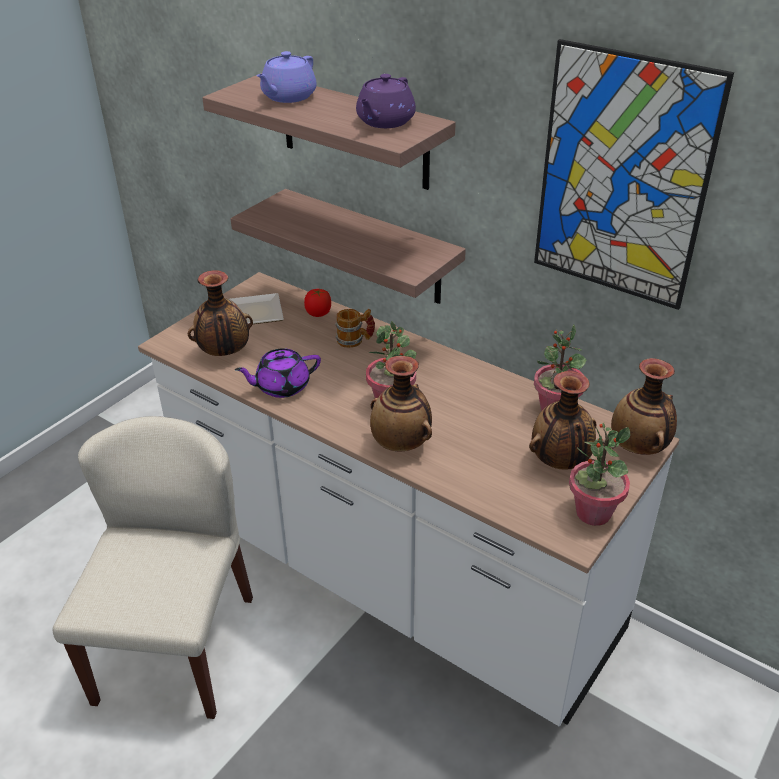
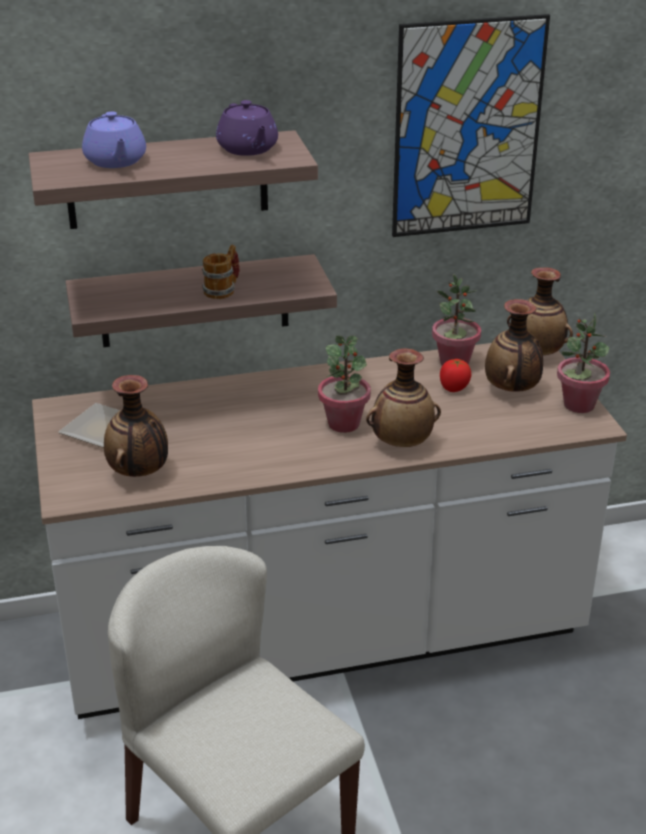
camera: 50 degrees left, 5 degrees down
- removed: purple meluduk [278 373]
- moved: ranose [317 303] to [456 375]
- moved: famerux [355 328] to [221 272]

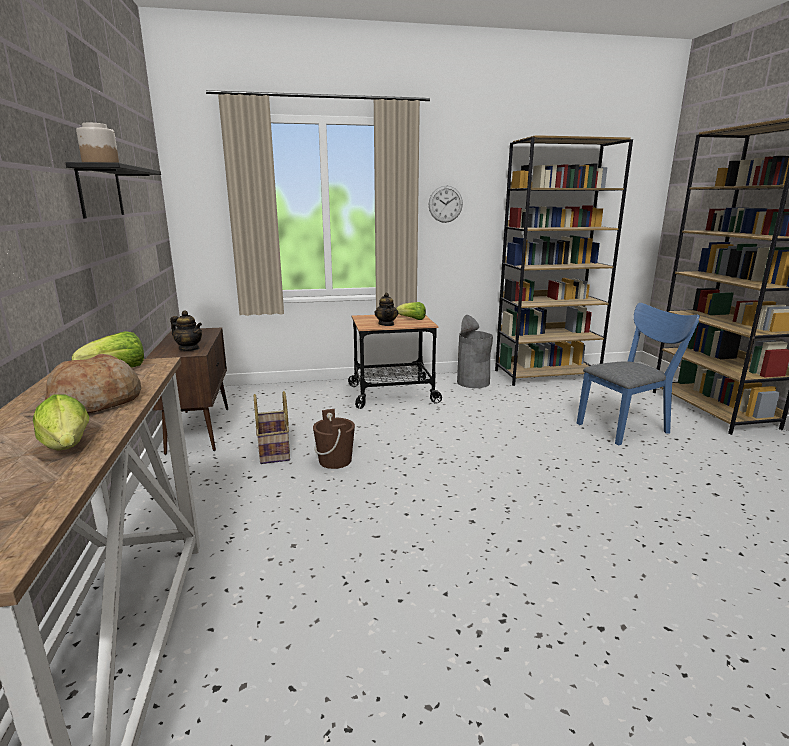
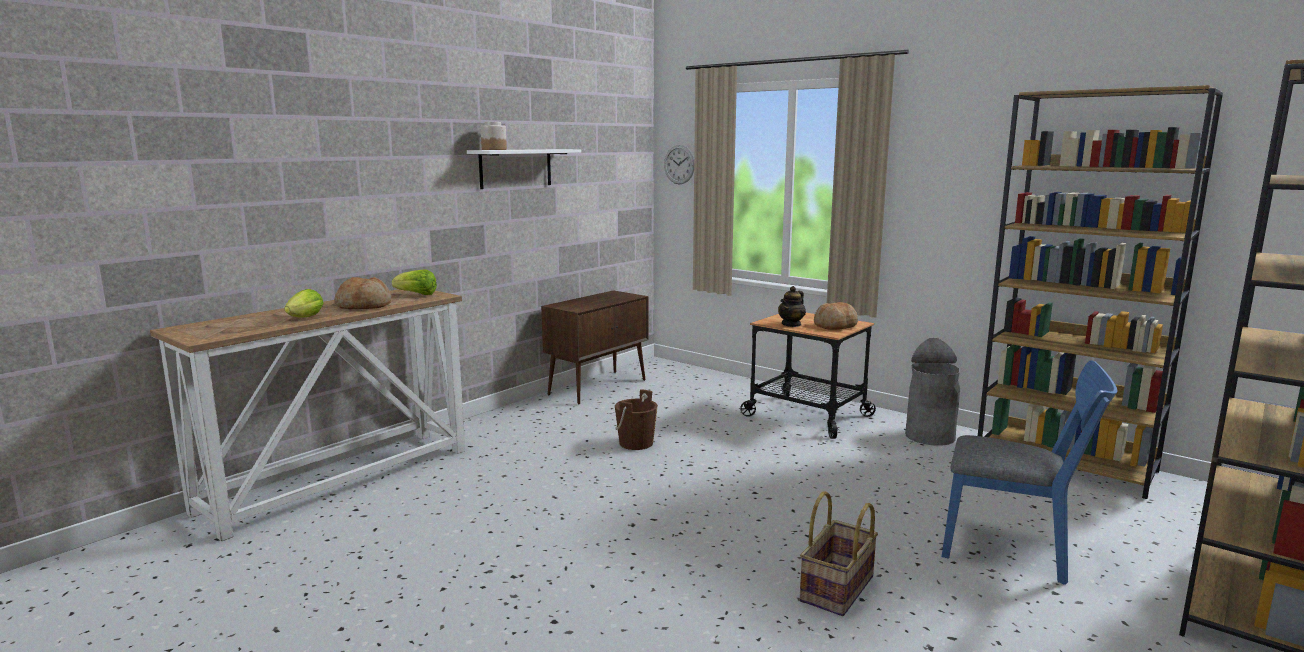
camera: 50 degrees right, 5 degrees down
- recoloured: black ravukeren [113 190] to white ravukeren [524 169]
- removed: meluduk [186 331]
- moved: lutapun [271 427] to [839 553]
- replaced: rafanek [411 311] to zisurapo [836 316]
- moved: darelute [445 204] to [679 164]

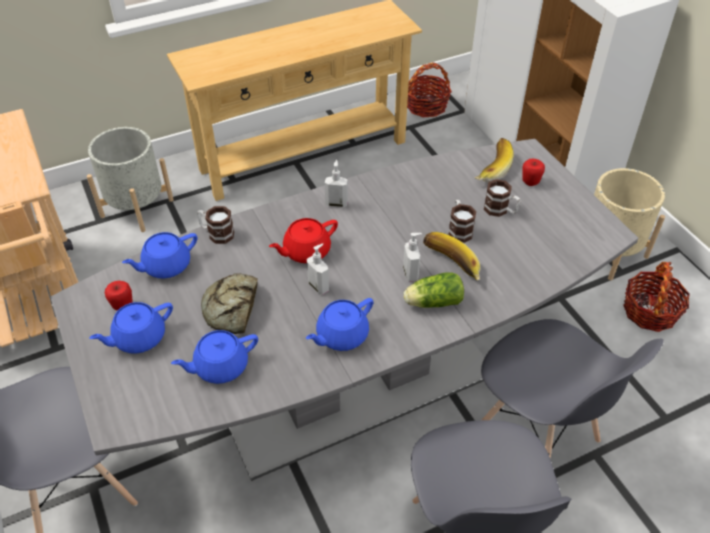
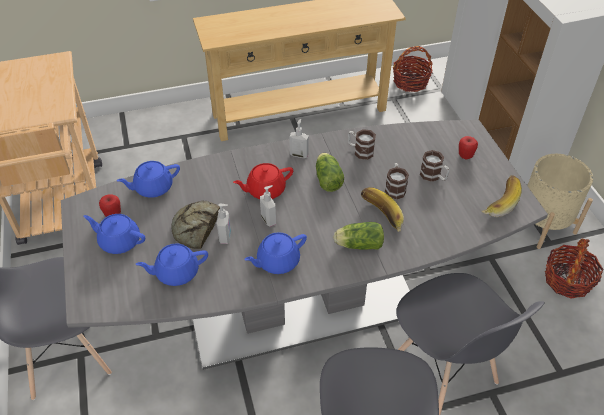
camera: 10 degrees right, 0 degrees up
- removed: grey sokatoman [130 179]
- turned: blue meluduk [131 328] = [114 234] 45 degrees clockwise
- moved: famerux [215 225] to [362 144]
- moved: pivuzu [412 257] to [224 224]
- moved: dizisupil [494 160] to [502 196]
- added: rafanek [330 172]

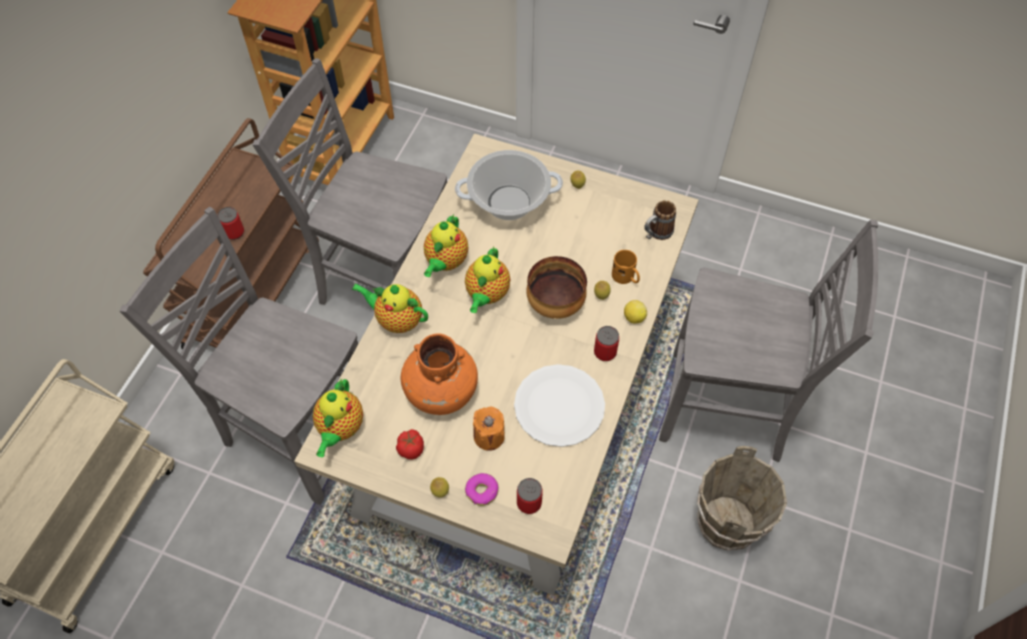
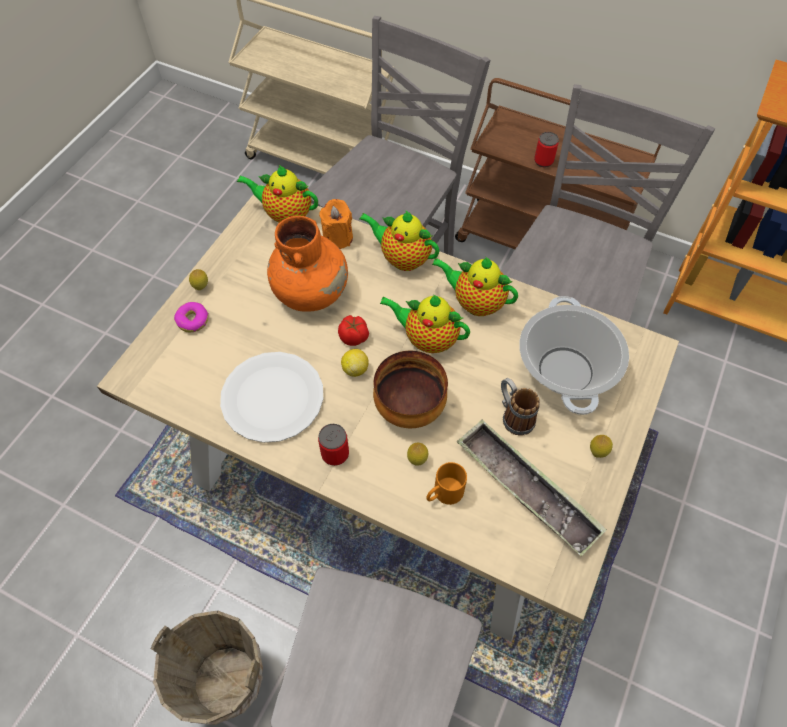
camera: 95 degrees right, 0 degrees up
- turned: meluduk [389 308] = [399 241] 90 degrees counterclockwise
- moved: ranose [410 444] to [353 330]
- moved: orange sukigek [489 429] to [336 224]
- removed: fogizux [530 496]
- moved: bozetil [635 312] to [355 363]
- moved: famerux [660 220] to [520 407]
- added: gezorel [532 487]

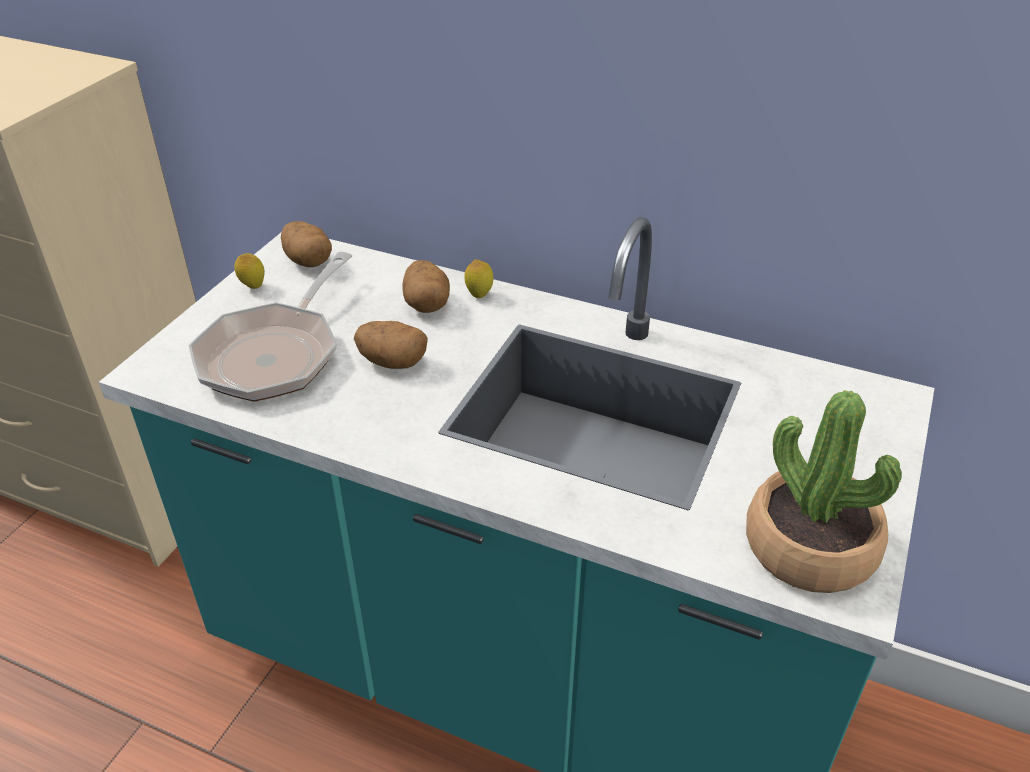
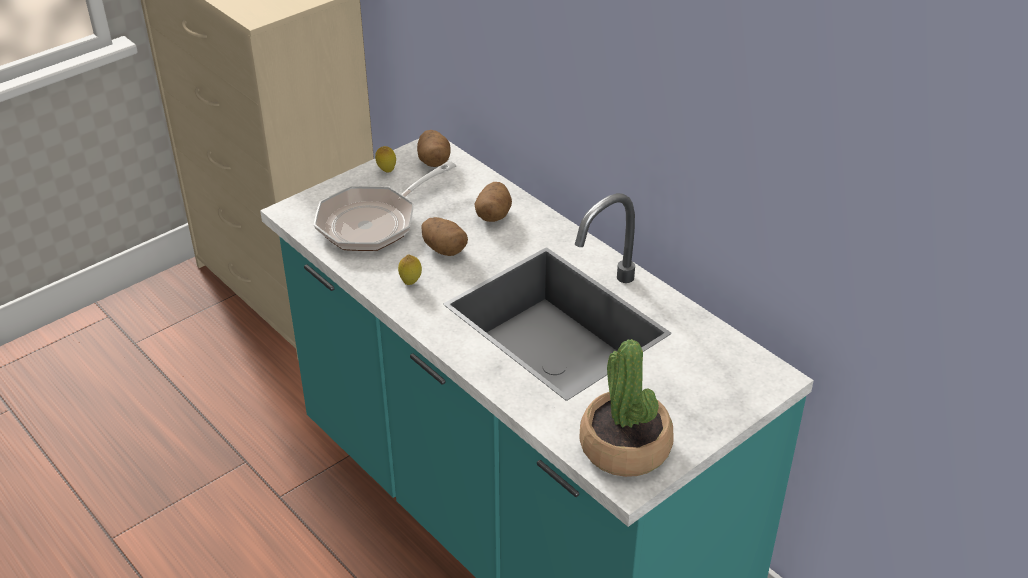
camera: 25 degrees right, 0 degrees up
- moved: bozetil [478 278] to [410 269]

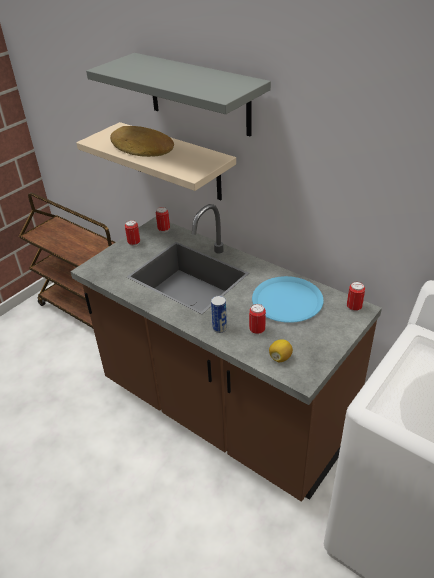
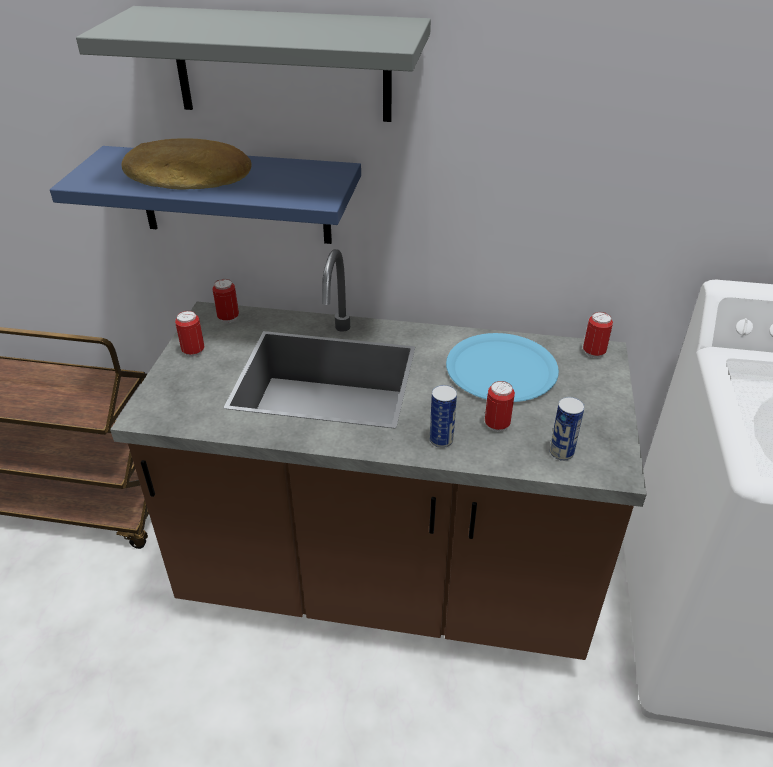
camera: 30 degrees left, 0 degrees up
- recoloured: beige ravukeren [156 161] to blue ravukeren [205 195]
- replaced: bozetil [281 350] to fogizux [567 429]

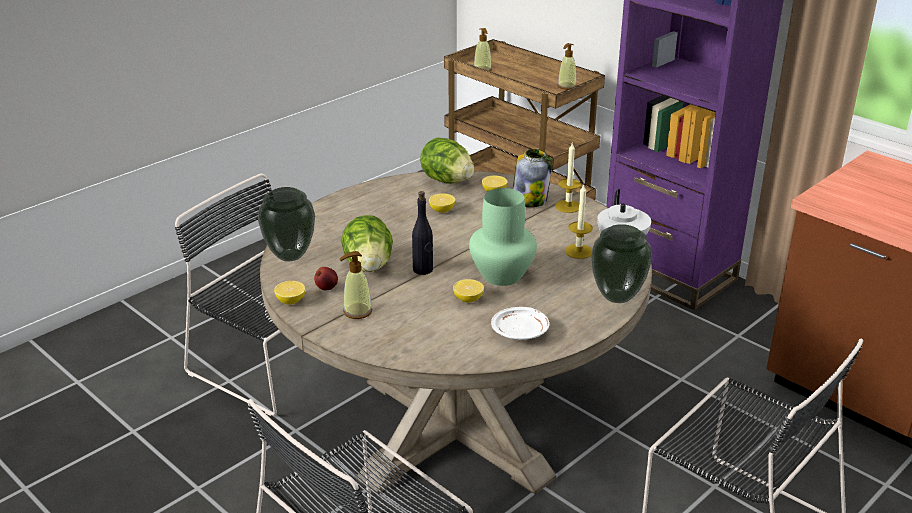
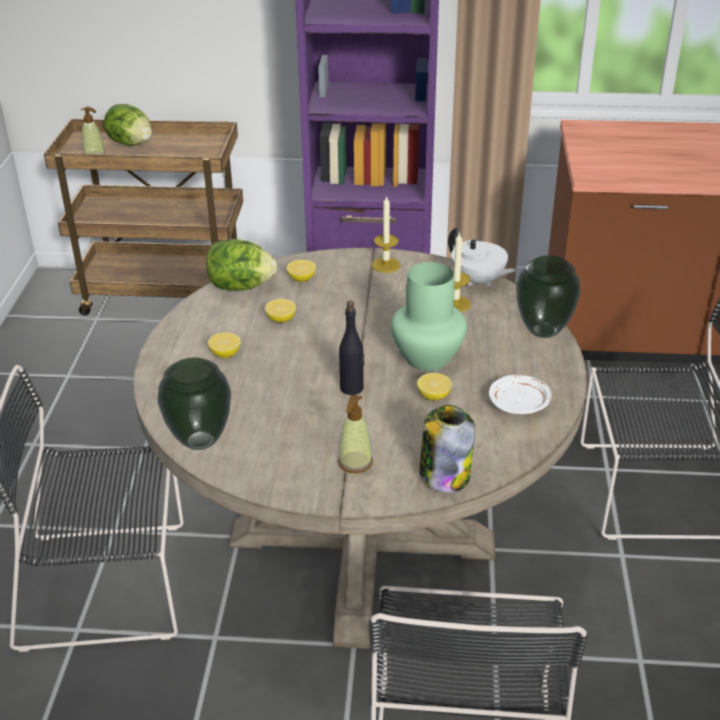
camera: 40 degrees left, 5 degrees up
- moved: bozetil [289 293] to [224 345]
- removed: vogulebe [326 279]
- moved: rafanek [367 243] to [128 125]
- moved: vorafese [532 178] to [447 449]
- removed: pivuzu [567 66]

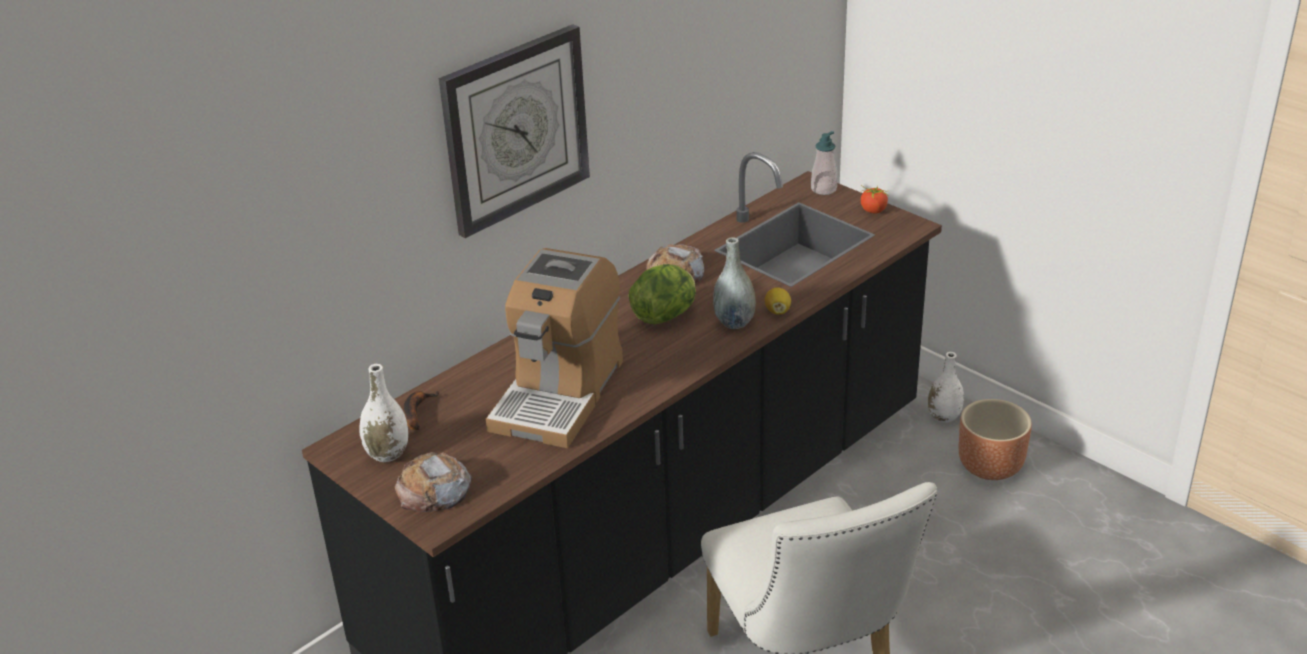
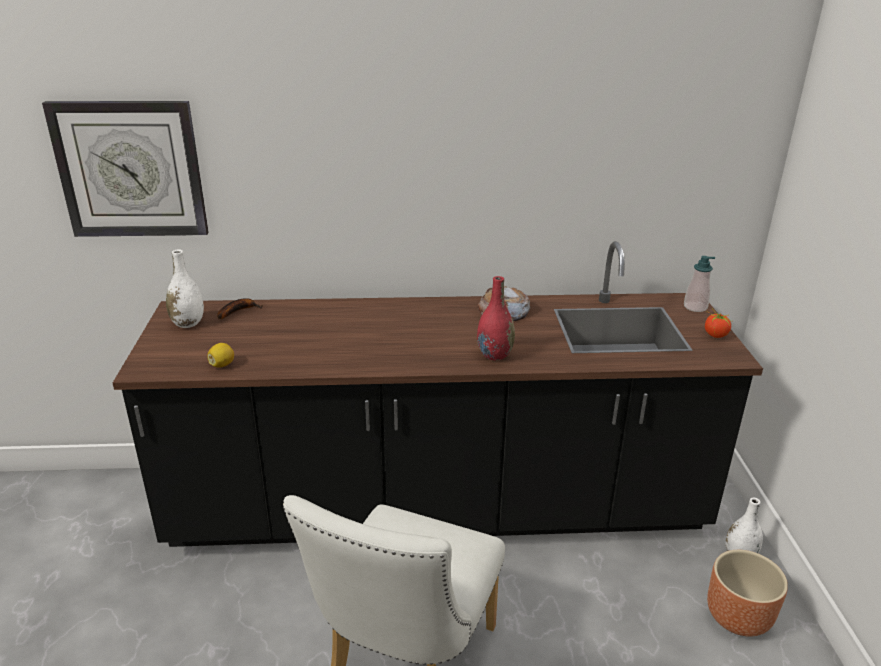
camera: 40 degrees right, 5 degrees down
- removed: zisurapo [433 482]
- moved: darelute [514 131] to [125 169]
- removed: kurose [554 348]
- removed: rafanek [662 294]
- recoloured: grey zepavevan [734 283] to red zepavevan [496 318]
- moved: bozetil [777 301] to [220 355]

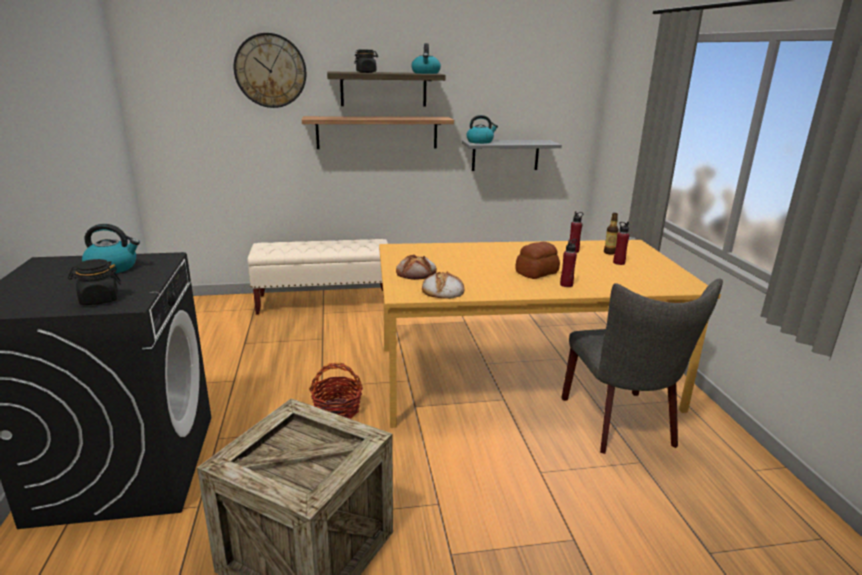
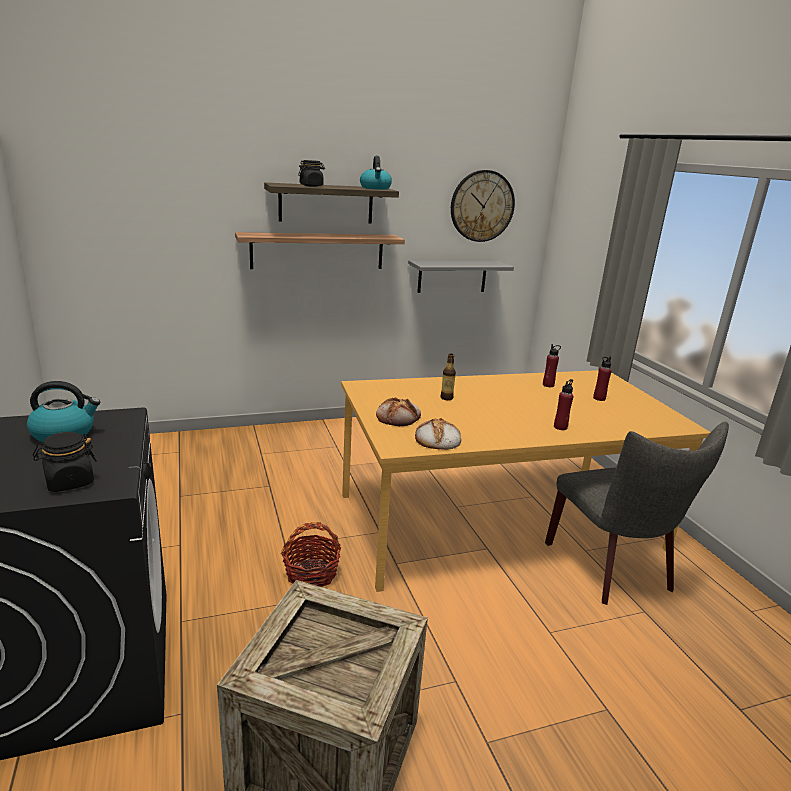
camera: 10 degrees left, 0 degrees up
- moved: darelute [270 70] to [483 206]
- removed: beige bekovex [317 277]
- removed: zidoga [482 129]
- removed: zisurapo [537 260]
- moved: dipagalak [611 233] to [448 377]

